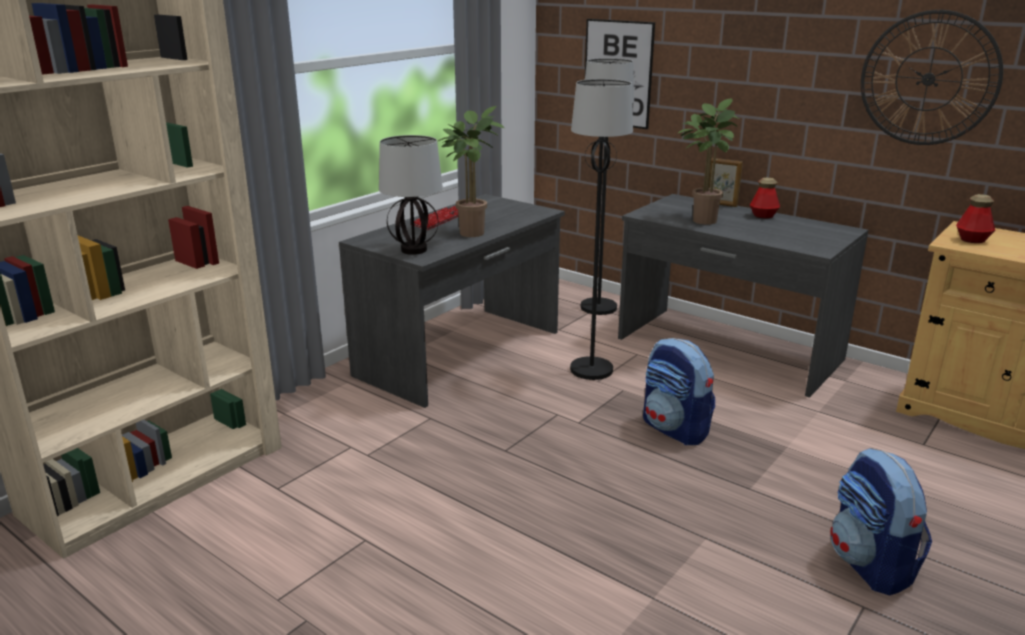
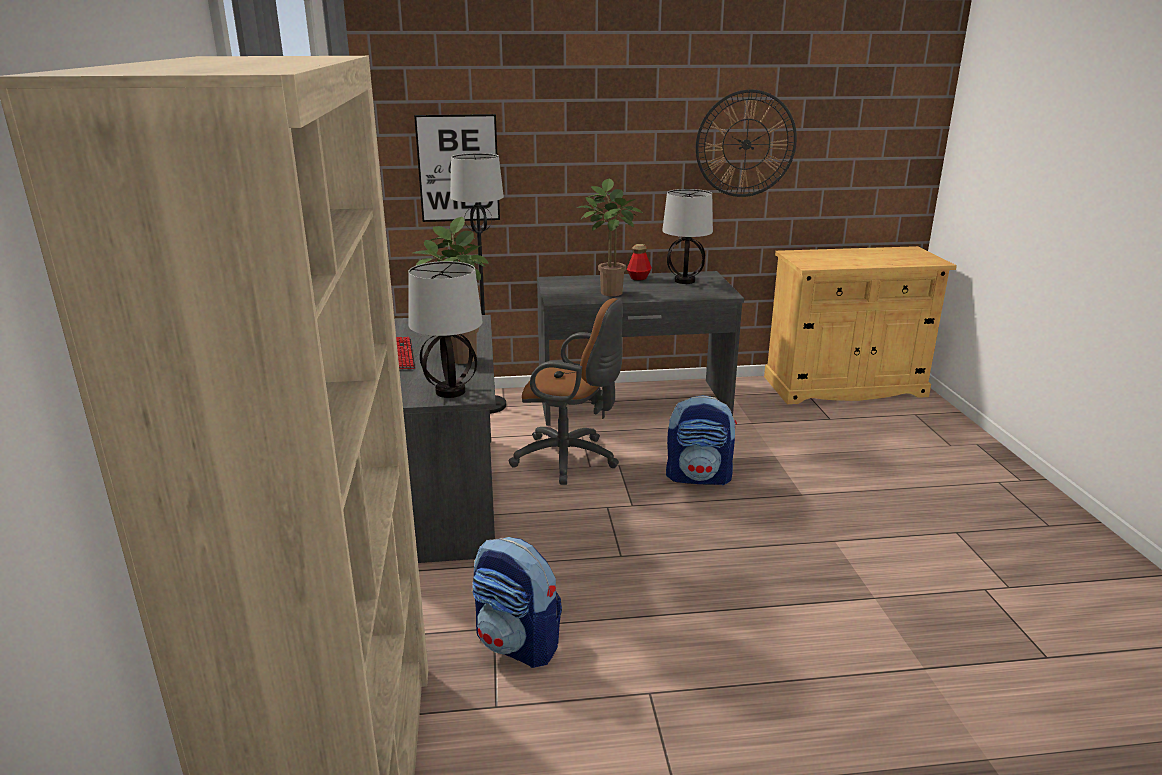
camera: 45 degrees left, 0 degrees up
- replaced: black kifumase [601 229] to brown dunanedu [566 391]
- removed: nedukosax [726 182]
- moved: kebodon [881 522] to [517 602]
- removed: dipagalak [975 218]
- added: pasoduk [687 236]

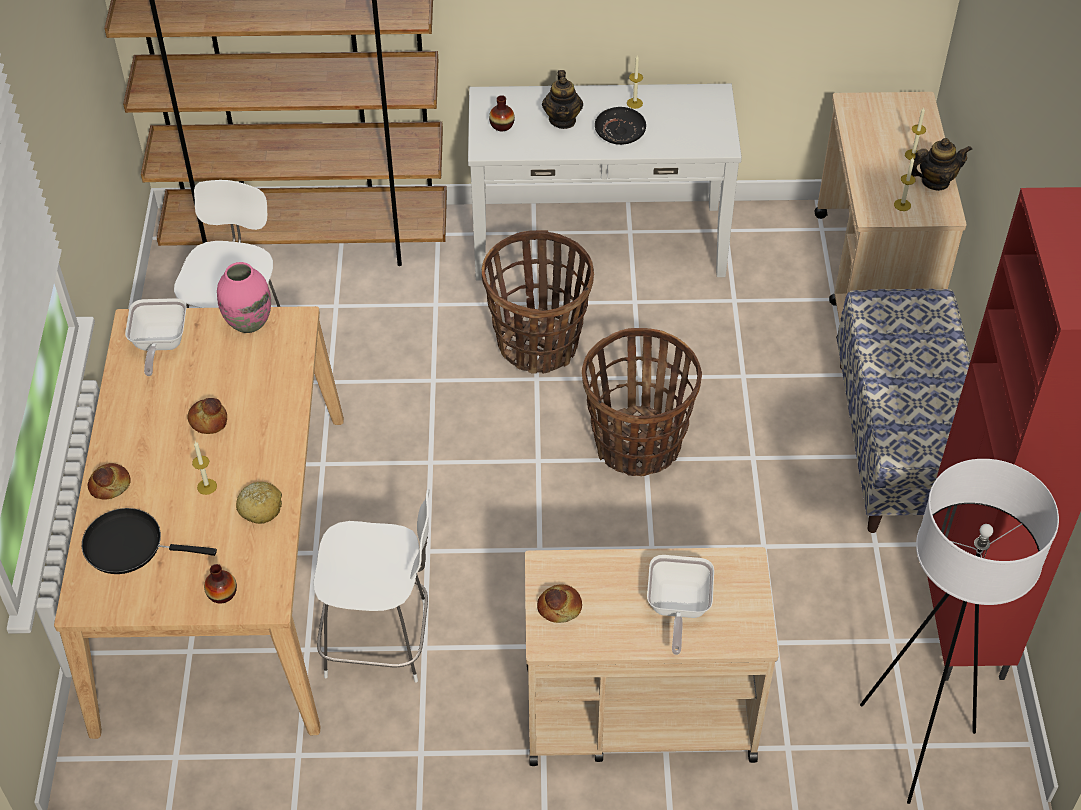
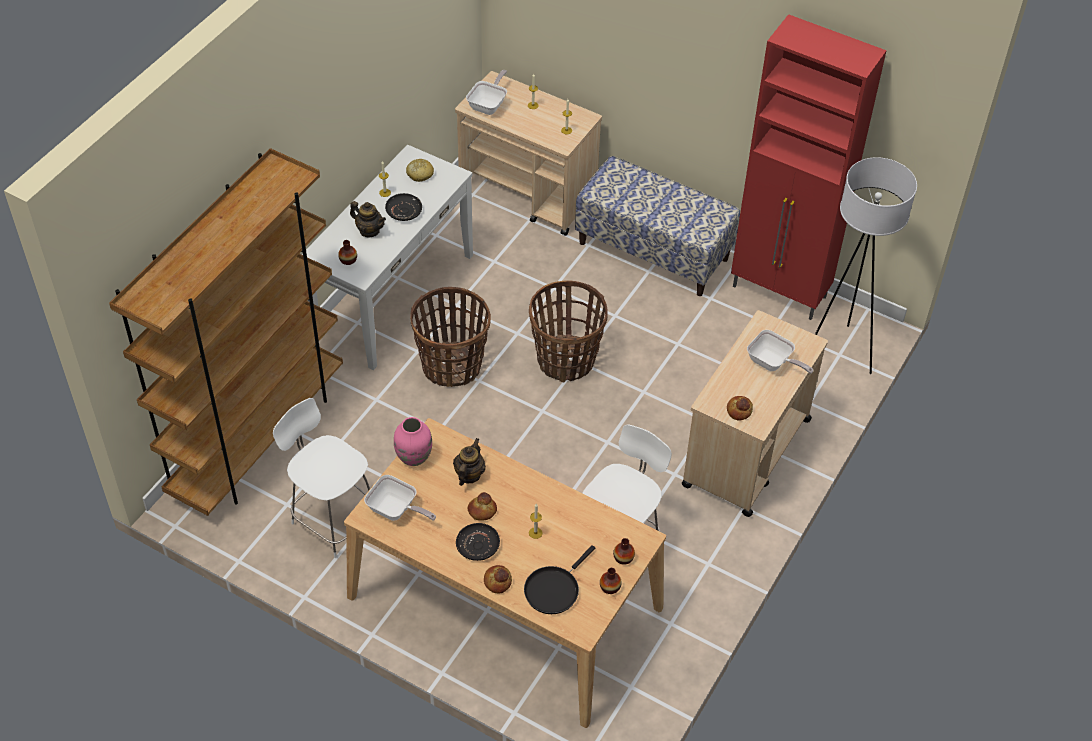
camera: 60 degrees left, 0 degrees up
- moved: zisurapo [259 503] to [420 170]
- moved: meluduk [941 164] to [469 462]
- added: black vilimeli [478 542]
- added: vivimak [486 92]
- added: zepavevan [611 581]

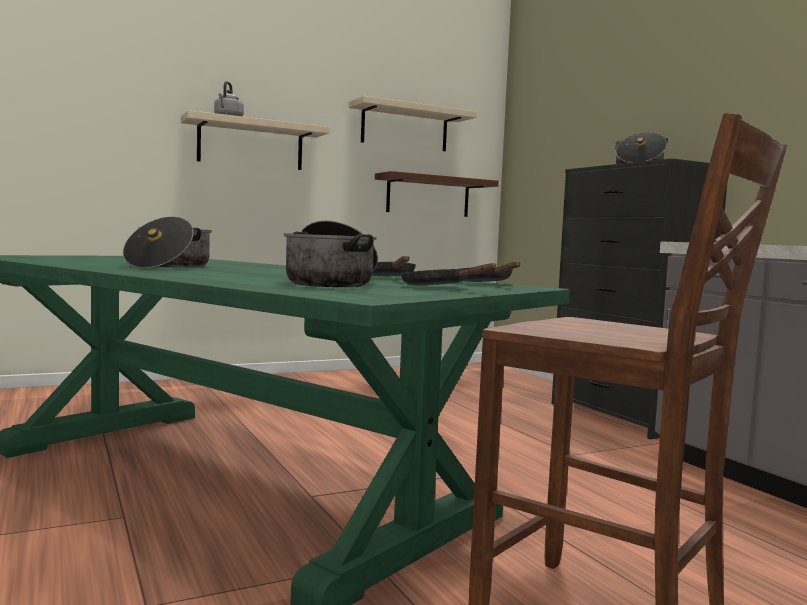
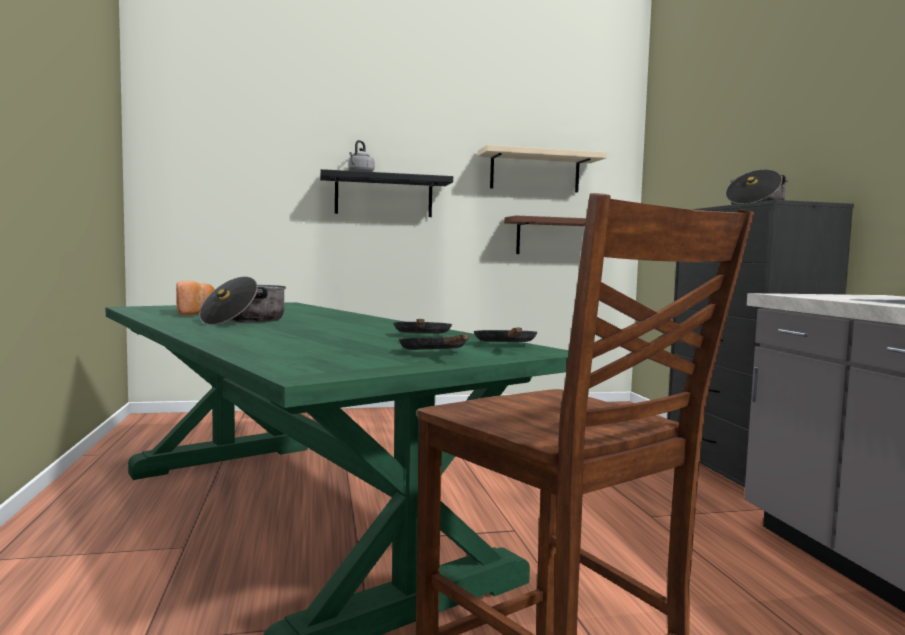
camera: 15 degrees right, 0 degrees up
- recoloured: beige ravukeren [255 140] to black ravukeren [386 193]
- removed: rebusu [331 253]
- added: zisurapo [195 298]

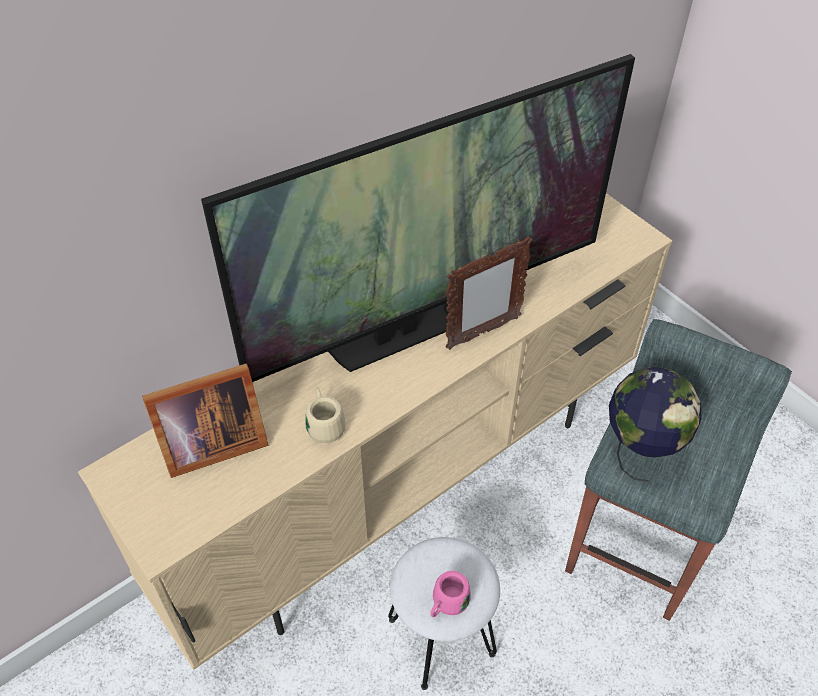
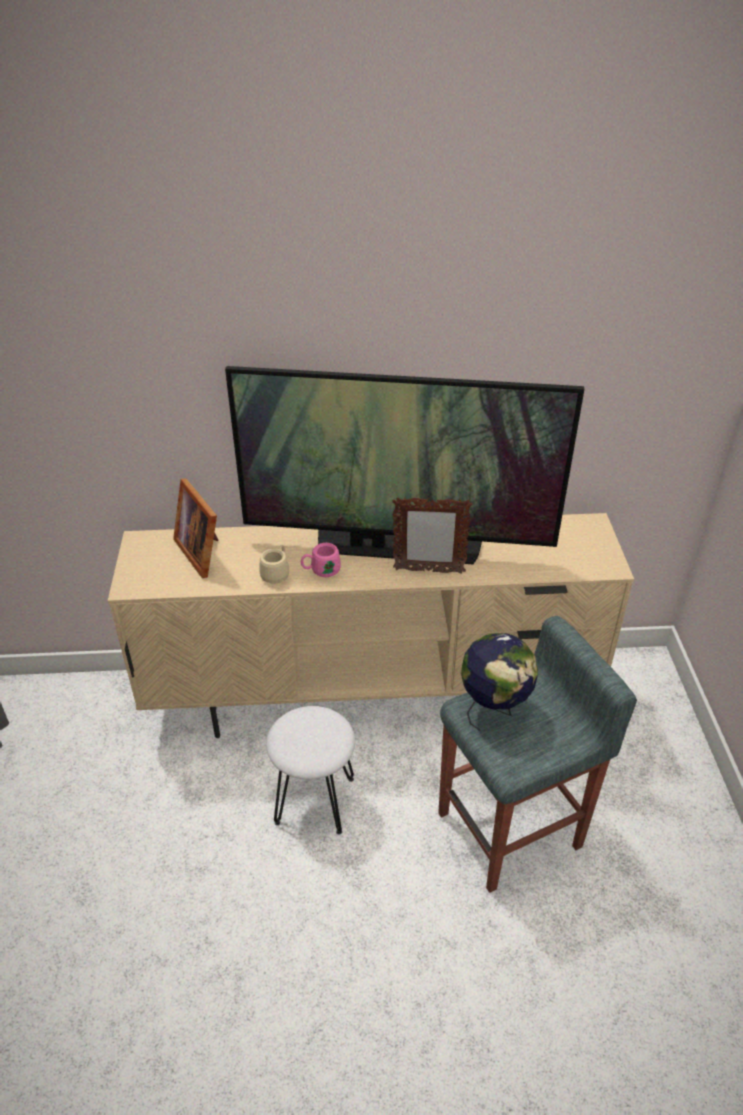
camera: 35 degrees right, 10 degrees down
- turned: nedukosax [205 420] = [196 528] 45 degrees clockwise
- moved: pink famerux [450 594] to [321 560]

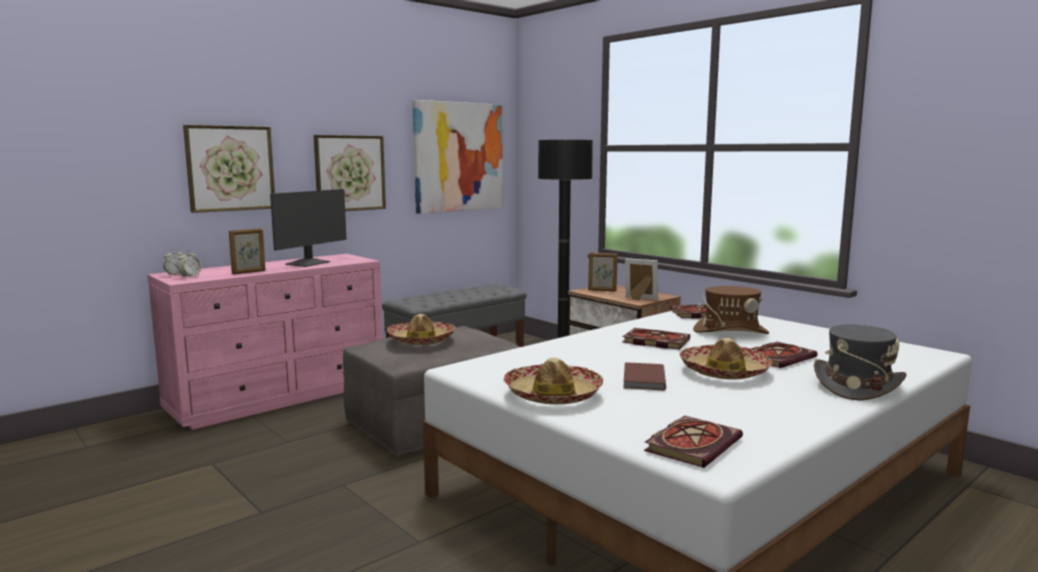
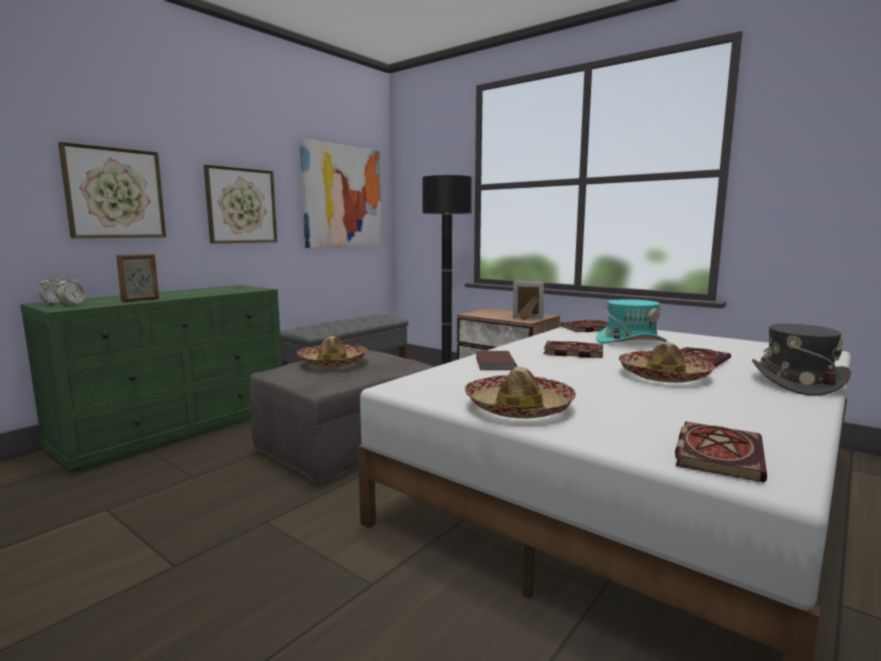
camera: 10 degrees left, 0 degrees up
- recoloured: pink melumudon [265 342] to green melumudon [151 378]
- removed: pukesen [308 228]
- removed: nedukosax [603 271]
- moved: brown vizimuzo [644 376] to [496 360]
- recoloured: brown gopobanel [731 310] to turquoise gopobanel [631 321]

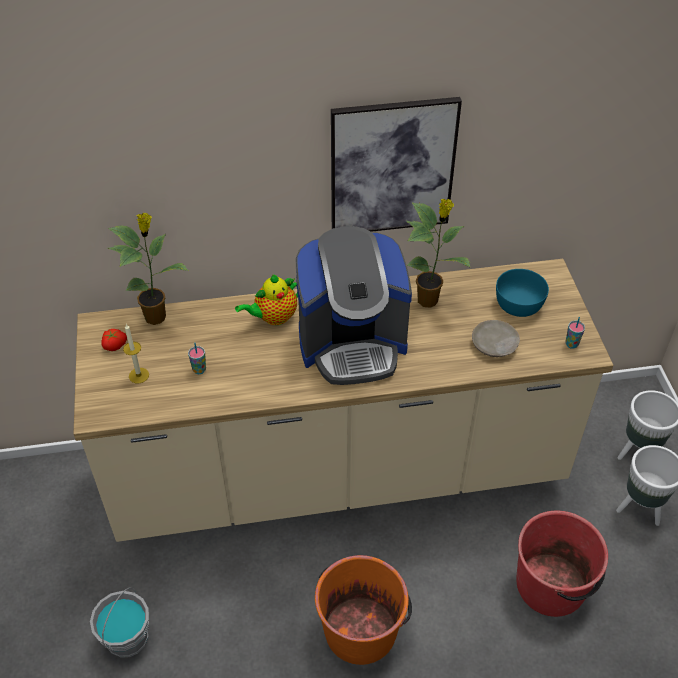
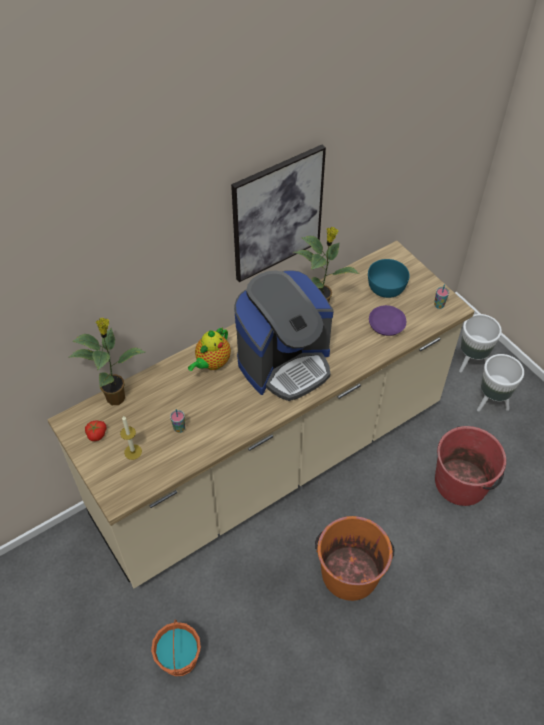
camera: 25 degrees left, 5 degrees up
- recoloured: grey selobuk [119 622] to orange selobuk [176 648]
- recoloured: beige vilimeli [496 338] to purple vilimeli [387 320]

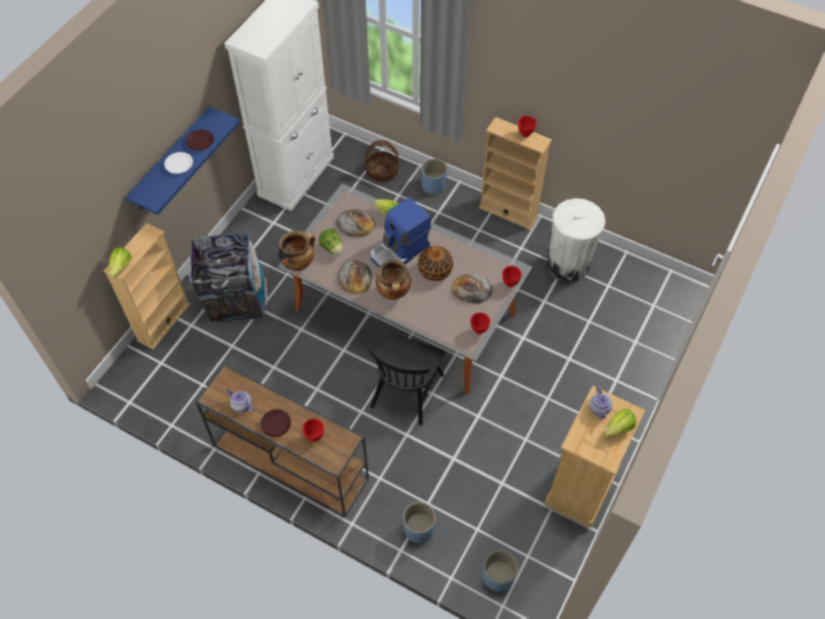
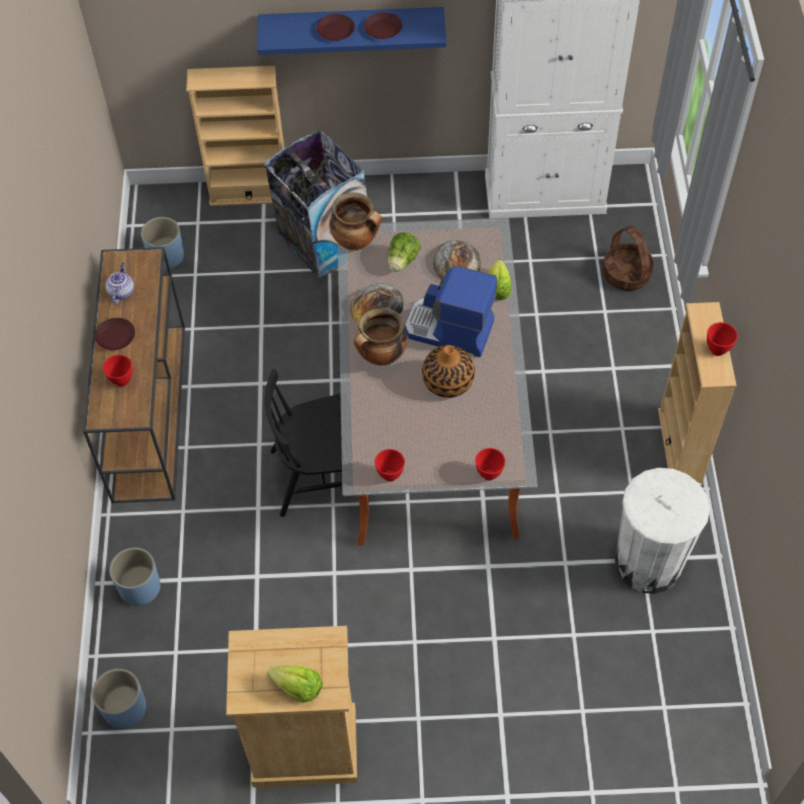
camera: 60 degrees right, 0 degrees up
- removed: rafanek [120 262]
- recoloured: white vilimeli [178 163] to brown vilimeli [336 27]
- moved: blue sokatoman [434 176] to [162 243]
- removed: zisurapo [472 288]
- removed: meluduk [600 402]

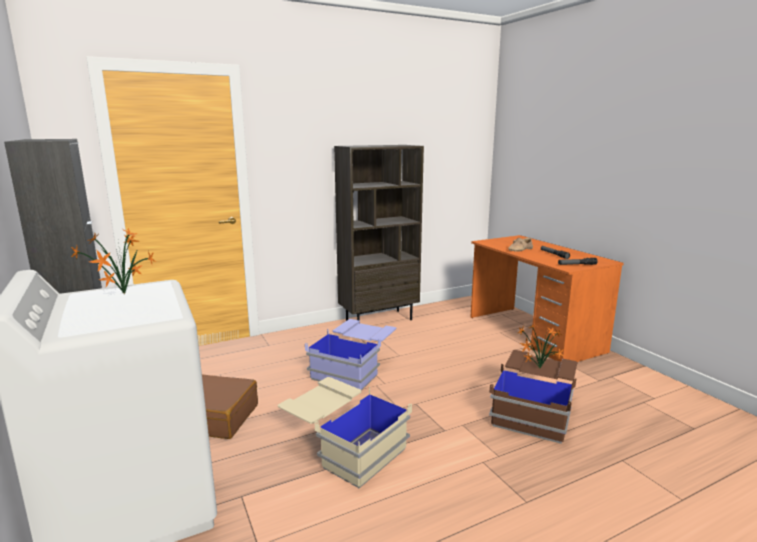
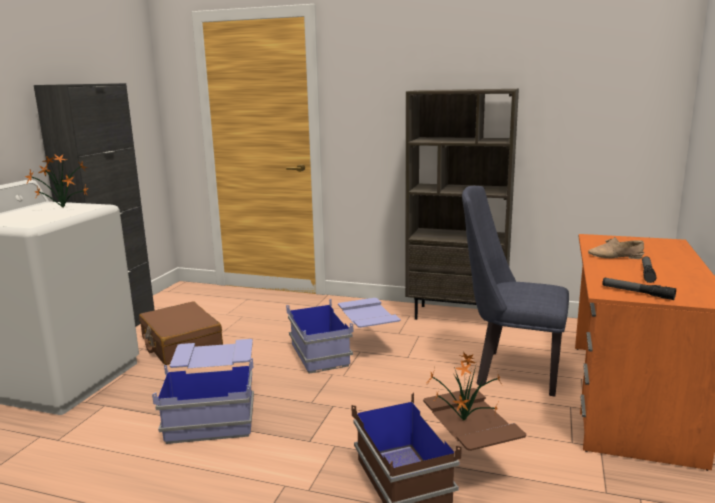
camera: 45 degrees right, 0 degrees up
- recoloured: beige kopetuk [345 432] to blue kopetuk [203 391]
- added: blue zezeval [515 291]

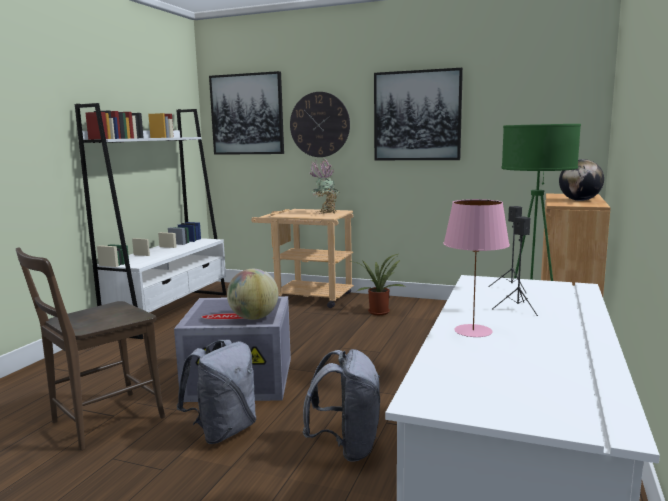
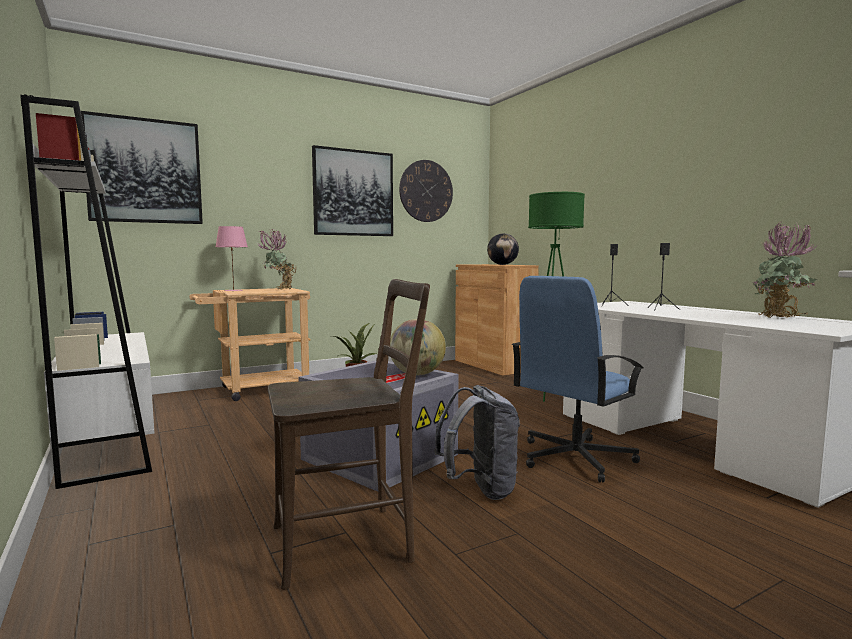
camera: 50 degrees left, 5 degrees down
- turned: brown zezeval [91 348] = [349 434] 105 degrees counterclockwise
- moved: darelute [320 124] to [426 191]
- replaced: grey kebodon [341 405] to blue dunanedu [578 379]
- moved: pink pasoduk [476 268] to [232 258]
- added: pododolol [785 270]

